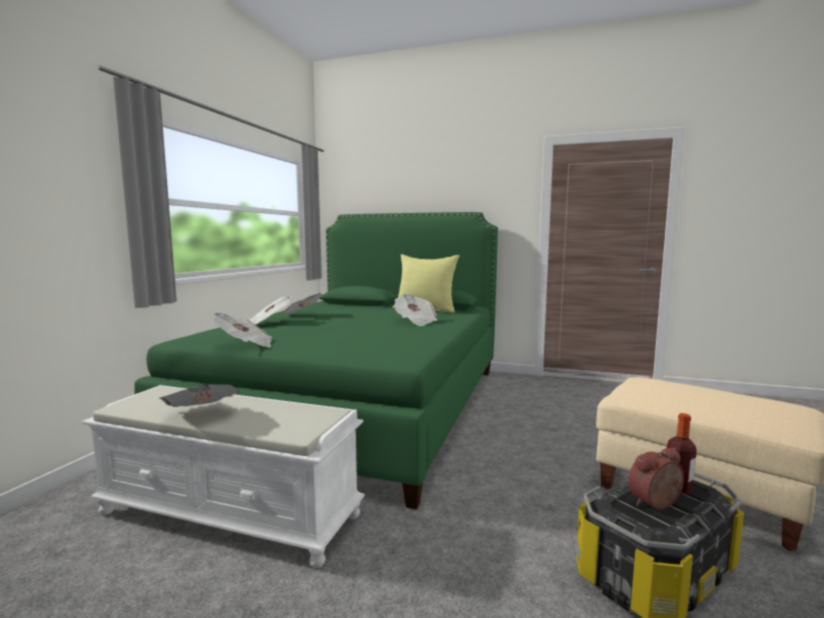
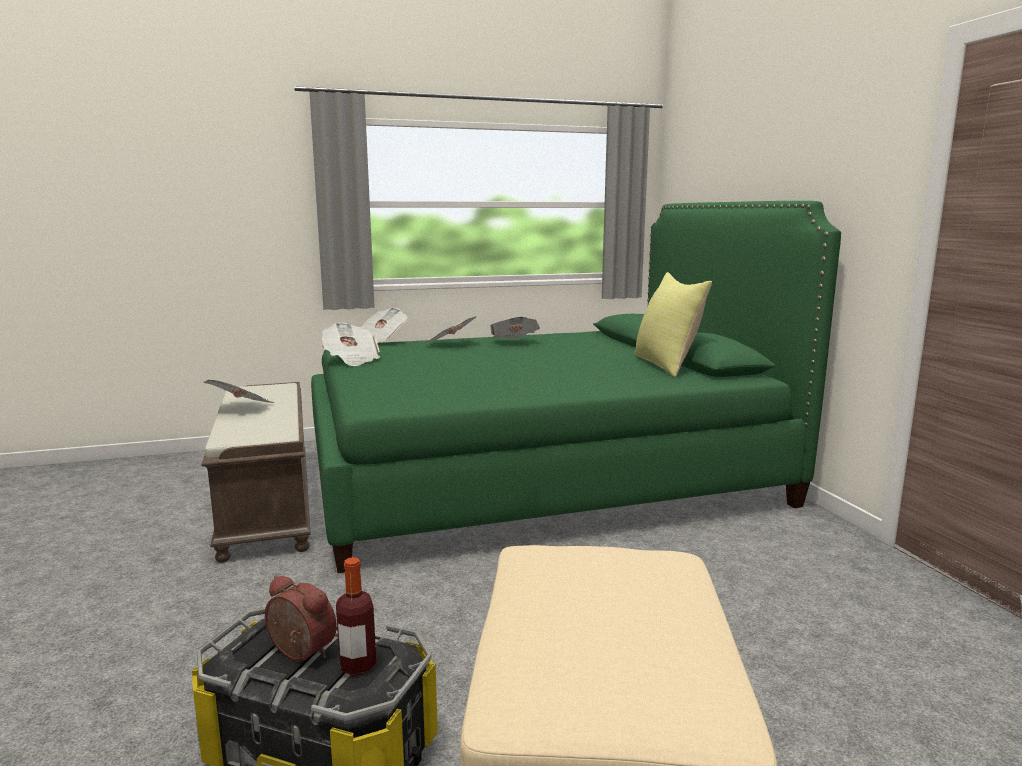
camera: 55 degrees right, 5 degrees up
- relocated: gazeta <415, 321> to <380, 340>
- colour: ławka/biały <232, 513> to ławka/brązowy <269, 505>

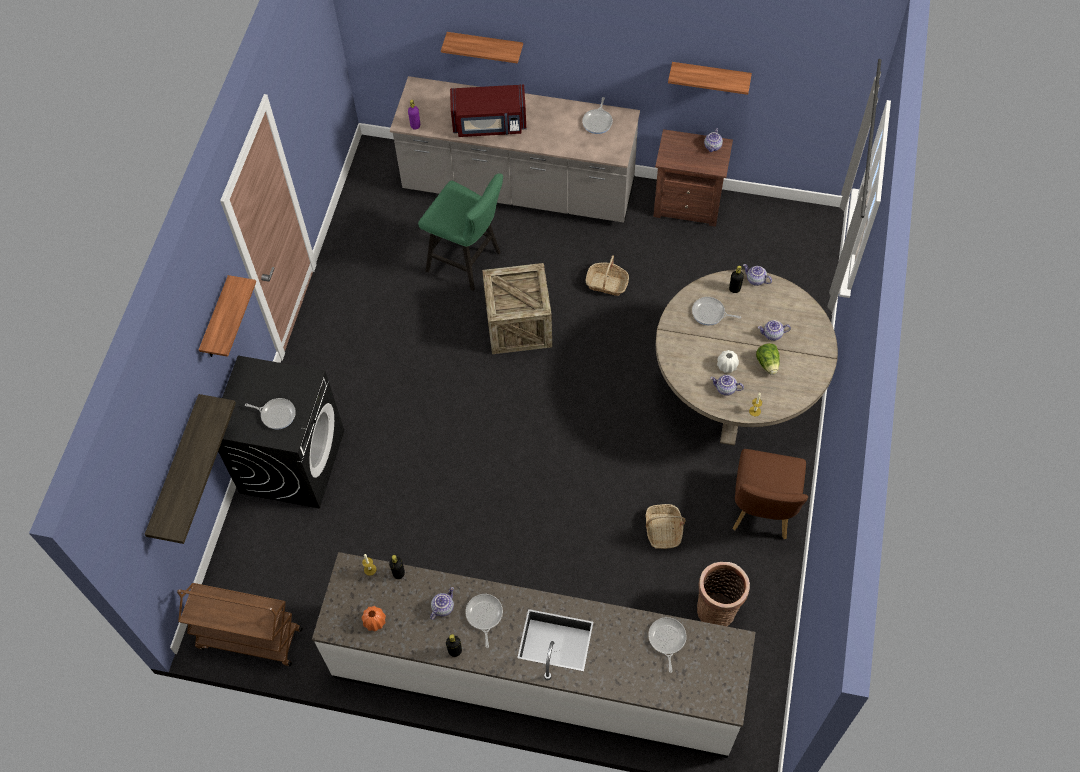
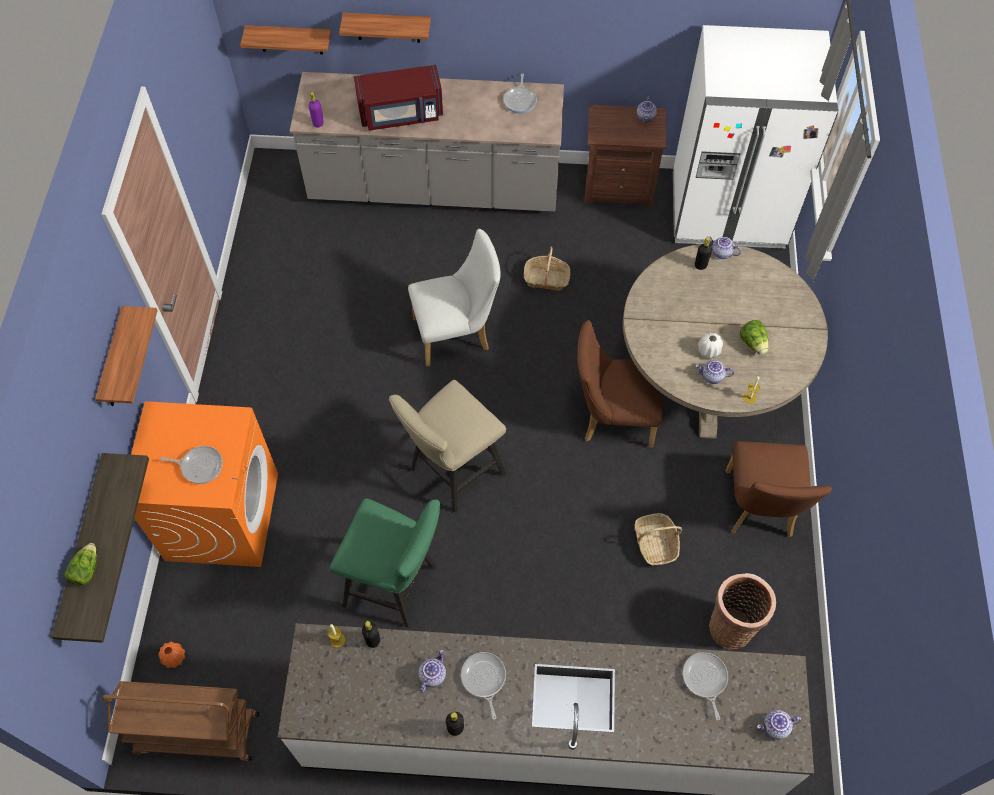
camera: 10 degrees left, 0 degrees up
- relocated: półka <710, 77> to <290, 39>
- relocated: stołek/zielony <468, 263> to <397, 587>
- exchanged: skrzynka <518, 325> to krzesło/biały <457, 334>
- missing: patelnia <710, 313>
- relocated: imbryk <772, 335> to <775, 728>
- colour: pralka/czarny <292, 461> to pralka/pomarańczowy <222, 515>
- relocated: wazon/pomarańczowy <374, 621> to <174, 657>
- appeared: lodówka/biały <728, 211>
- appeared: krzesło/brązowy <612, 417>
- appeared: stołek/beżowy <452, 474>
- appeared: sałata <86, 569>

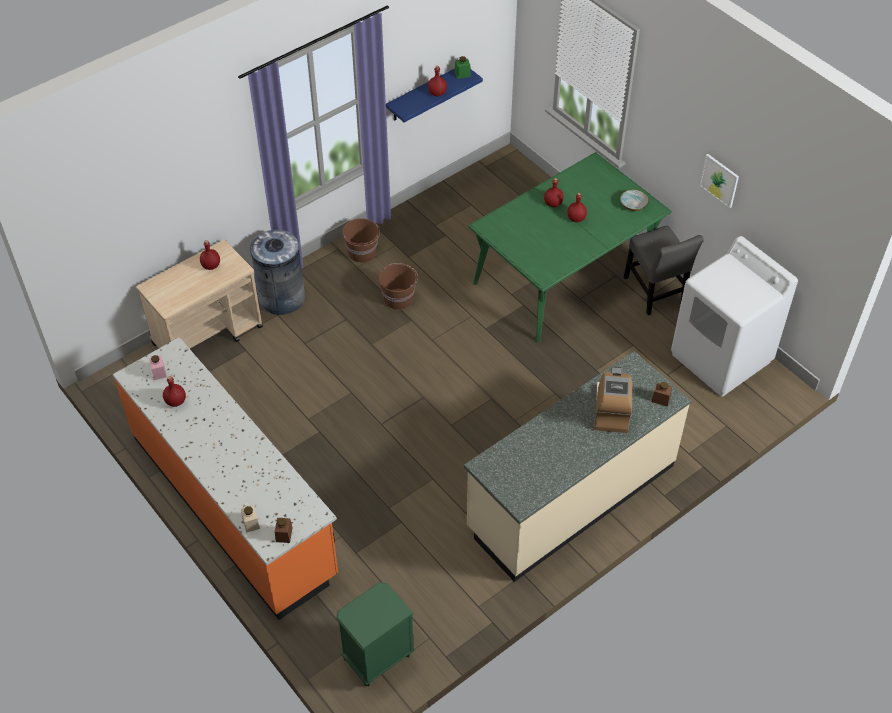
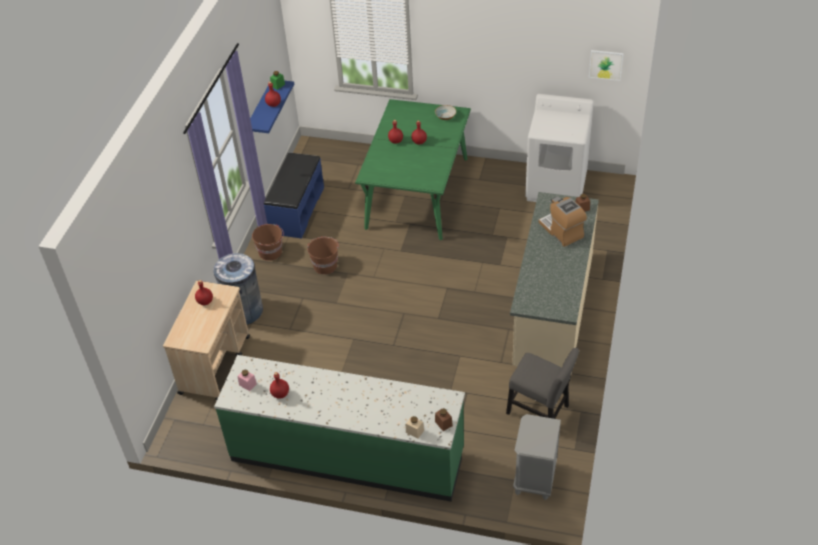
camera: 35 degrees left, 5 degrees down
- relocated: obraz <719, 180> to <606, 65>
- relocated: krzesło/szary <655, 293> to <540, 411>
- colour: zabudowa kuchenna/pomarańczowy <234, 505> to zabudowa kuchenna/zielony <347, 455>
- colour: szafka nocna/zielony <377, 657> to szafka nocna/szary <535, 479>
- appeared: ławka/niebieski <296, 210>

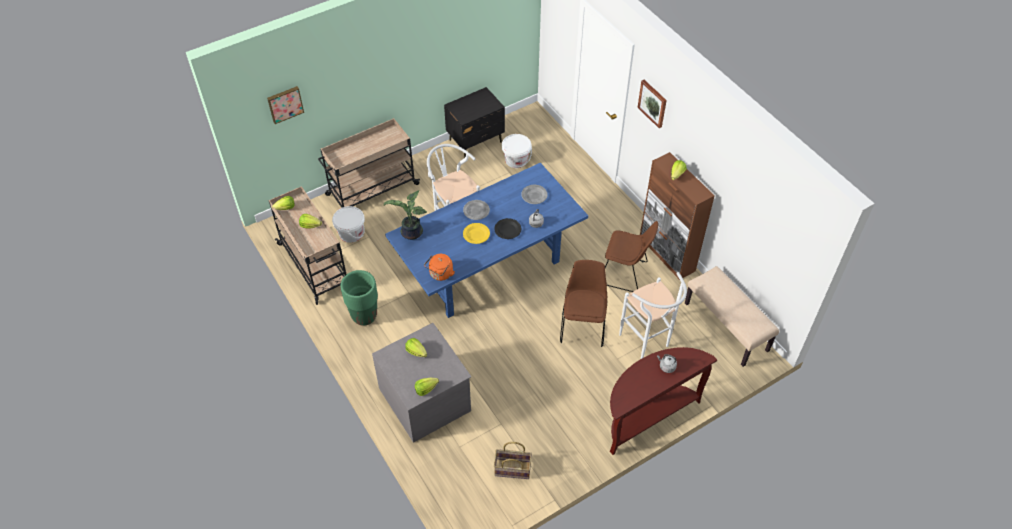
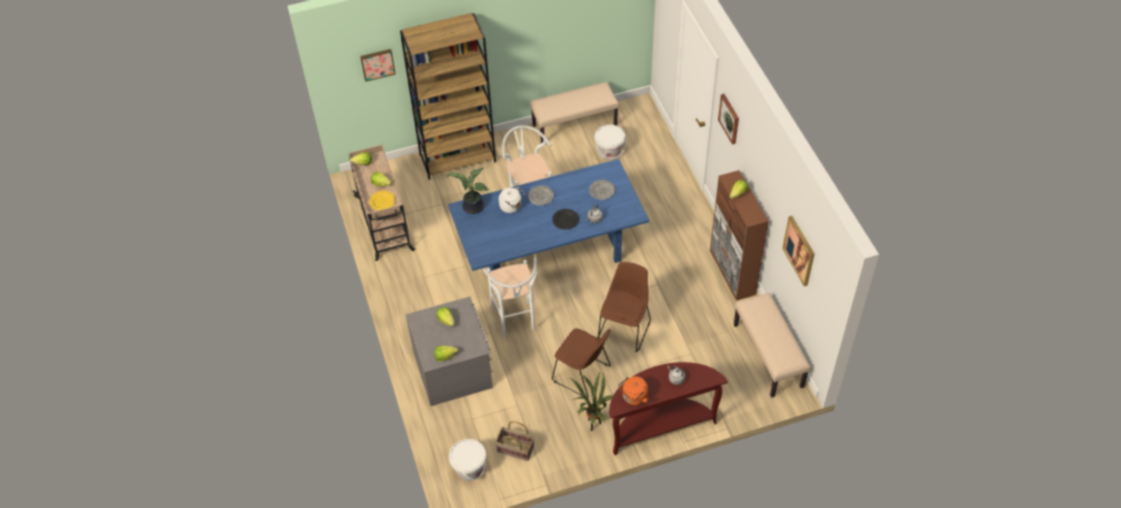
camera: 15 degrees right, 0 degrees up
- exchanged: szafka nocna/czarny <476, 141> to ławka/beżowy <574, 125>
- exchanged: wózek/beżowy <371, 190> to regał/brązowy <458, 158>
- relocated: wiadro/biały <351, 233> to <469, 468>
- relocated: krzesło/brązowy <625, 273> to <583, 374>
- relocated: talerz/żółty <476, 234> to <382, 202>
- relocated: czajnik/pomarańczowy <440, 274> to <633, 397>
- missing: donica/zielony <364, 316>
- relocated: stołek/biały <647, 343> to <515, 323>
- appeared: czajnik/biały <512, 207>
- appeared: obraz <799, 250>
- appeared: roślina doniczkowa <592, 425>

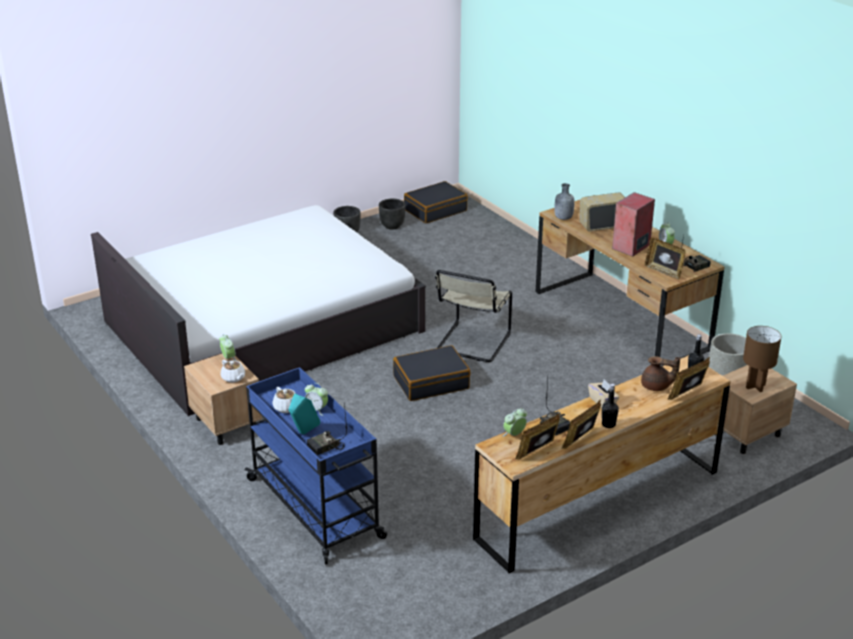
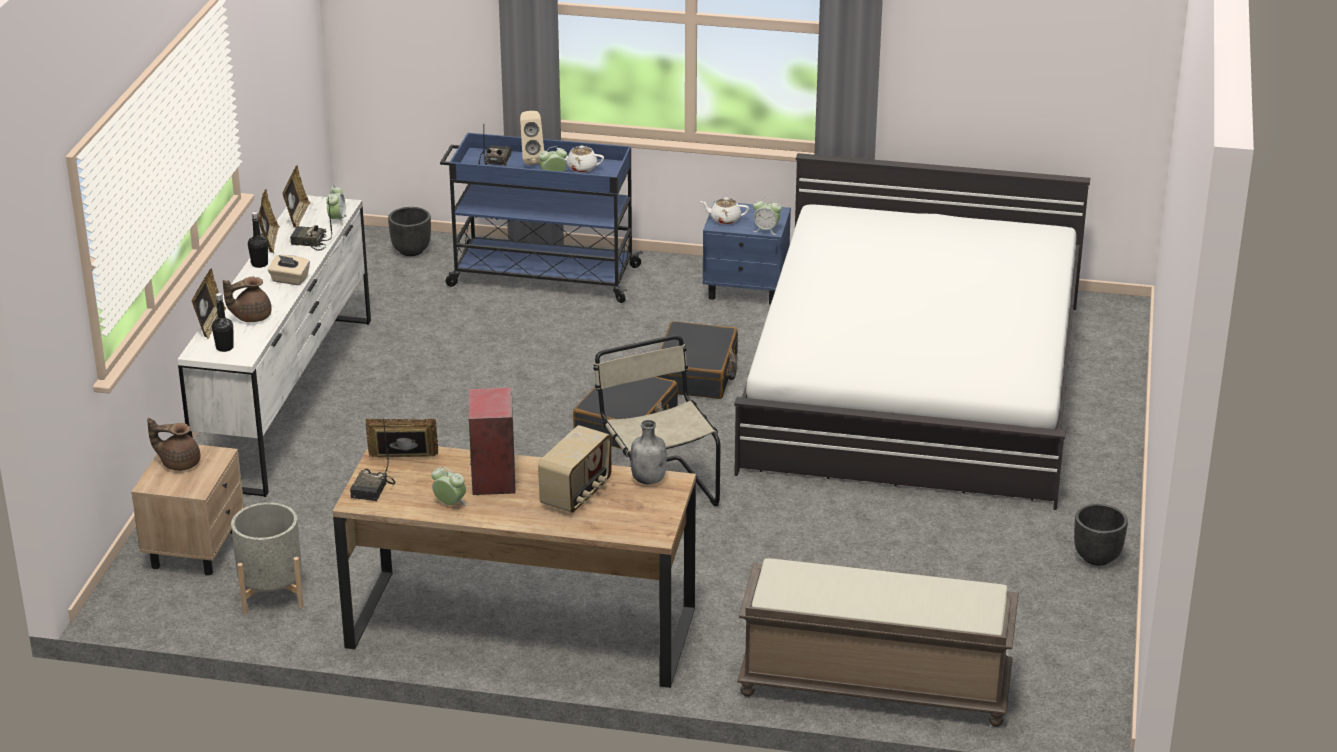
camera: 135 degrees right, 0 degrees up
- relocated: walizka/czarny <435, 210> to <696, 374>
- relocated: donica/czarny <391, 226> to <411, 250>
- exchanged: lampa stołowa/brązowy <755, 386> to imbryk/brązowy <179, 463>
- colour: szafka nocna/beżowy <226, 424> to szafka nocna/niebieski <747, 290>
- colour: komoda/brązowy <598, 504> to komoda/biały <287, 400>
- colour: głośnik/turkusowy <303, 433> to głośnik/beżowy <531, 160>
- appeared: ławka/brązowy <873, 686>

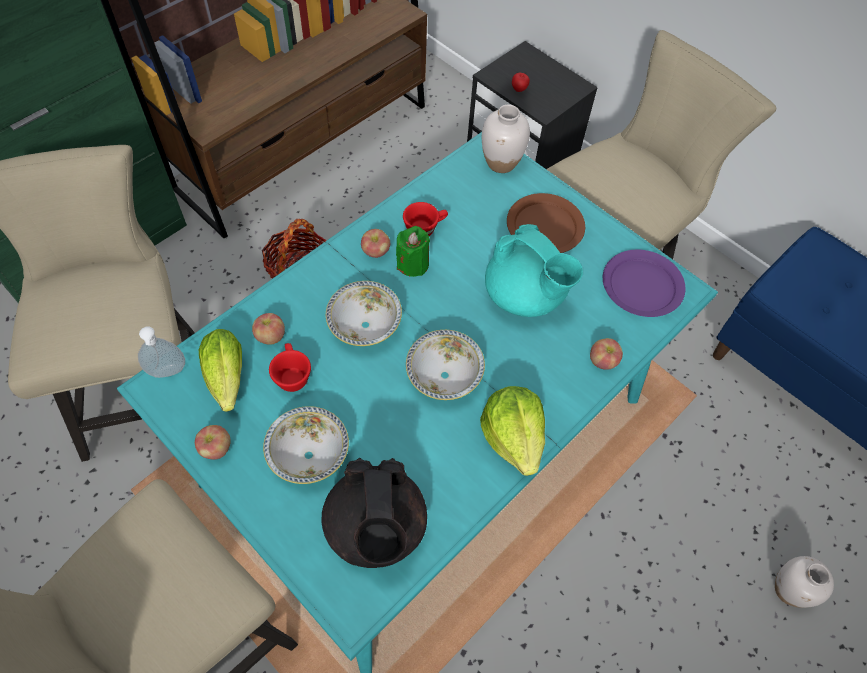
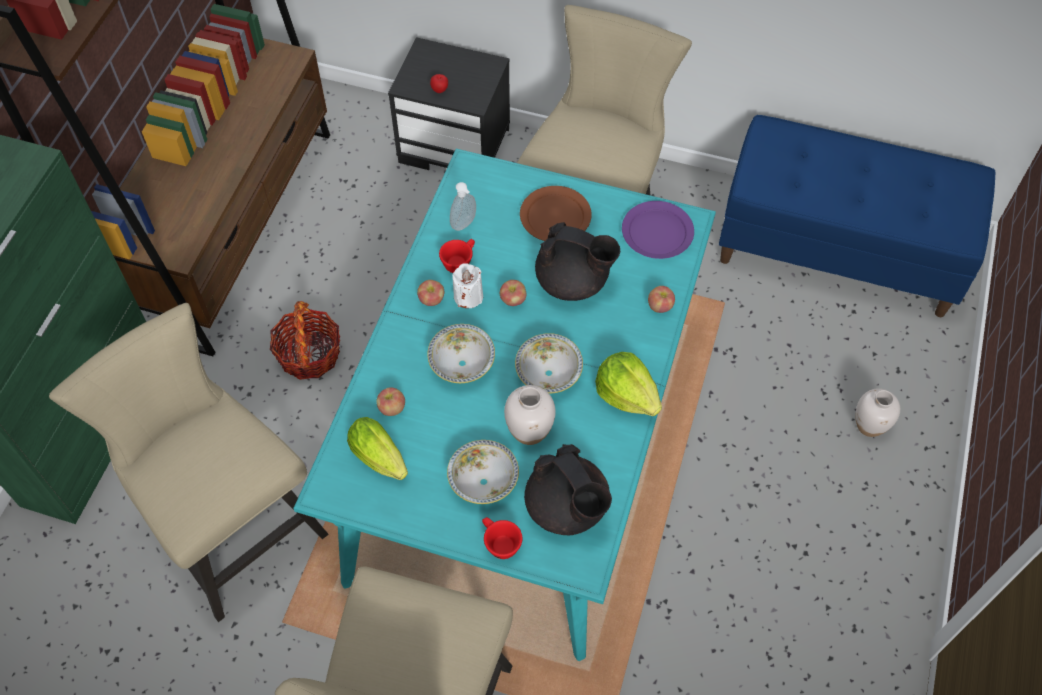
camera: 25 degrees left, 0 degrees up
- relocated: wazon/biały <501, 163> to <530, 431>
- colour: imbryk/turkusowy <525, 296> to imbryk/czarny <573, 282>
- colour: świeca/zielony <413, 264> to świeca/biały <468, 296>
- relocated: dozownik mydła <168, 373> to <465, 225>
- relocated: filiżanka/czerwony <291, 375> to <499, 543>
- relocated: jabłko <216, 449> to <513, 300>

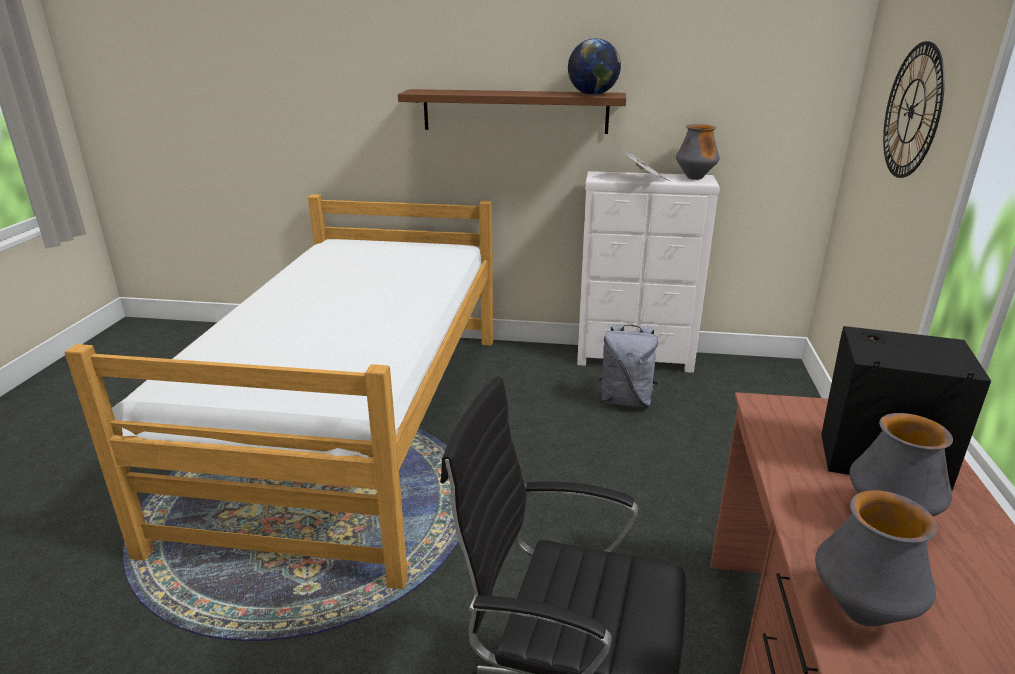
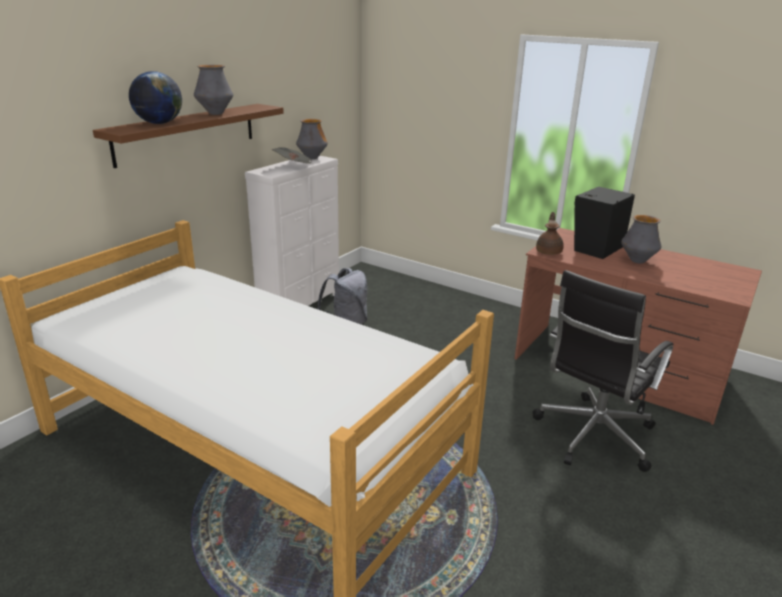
camera: 65 degrees left, 0 degrees up
- relocated: globus <592, 94> to <159, 123>
- missing: zegar ścienny <912, 111>
- relocated: wazon <861, 611> to <215, 113>
- appeared: imbryk/brązowy <549, 251>

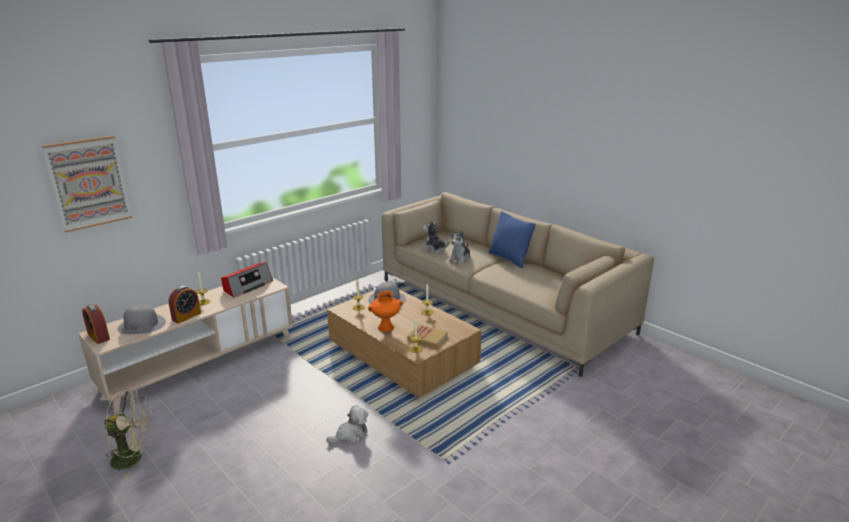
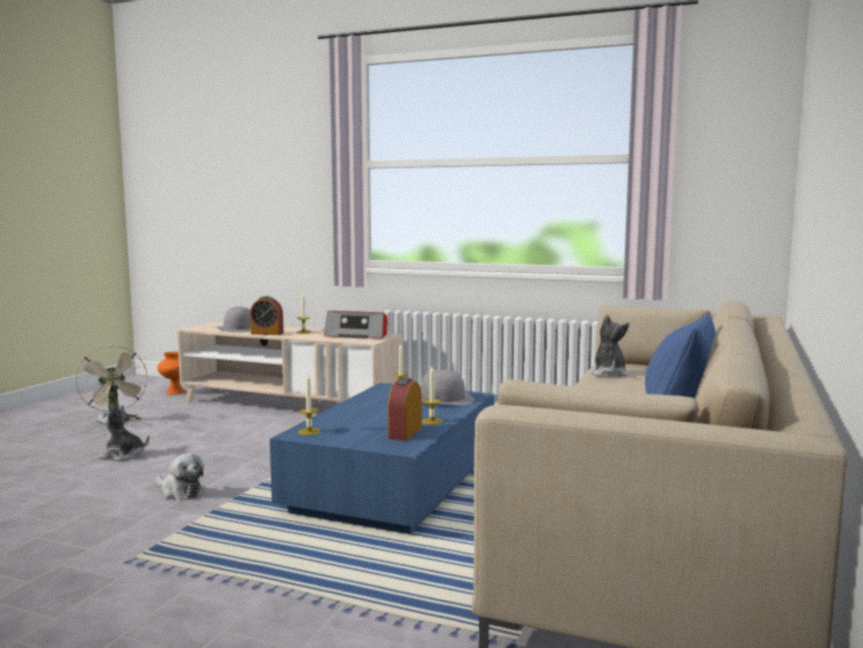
camera: 65 degrees right, 15 degrees down
- missing: obraz <89, 183>
- relocated: pluszak <460, 259> to <122, 455>
- colour: ława/brązowy <402, 356> to ława/niebieski <394, 483>
- relocated: wazon/pomarańczowy <385, 328> to <174, 392>
- relocated: budzik <98, 336> to <405, 433>
- missing: książka <427, 337>

